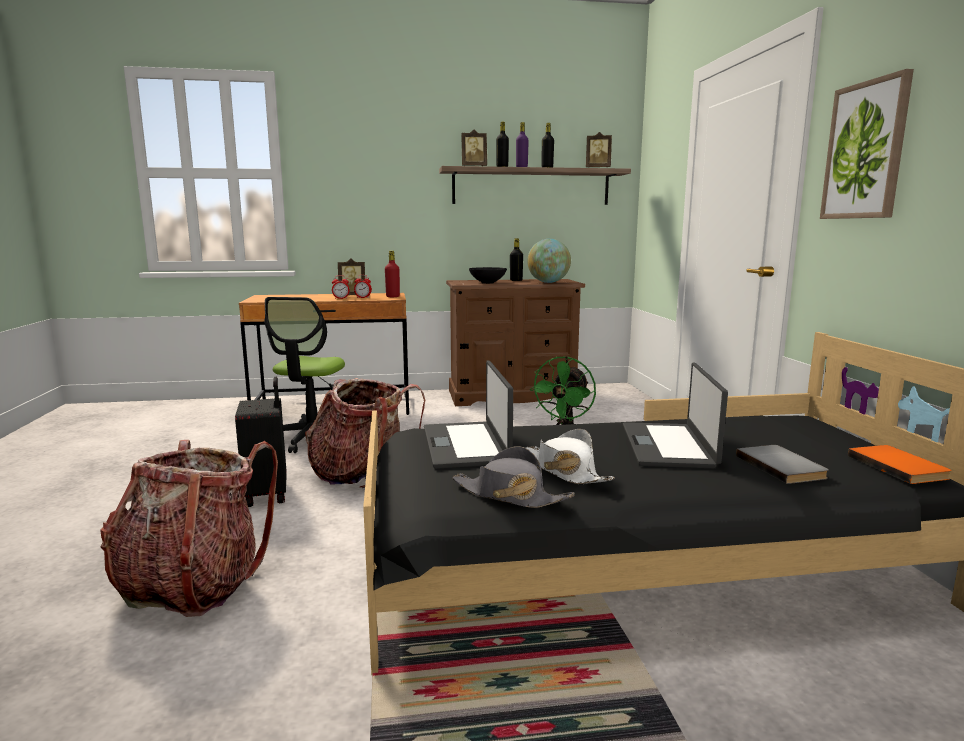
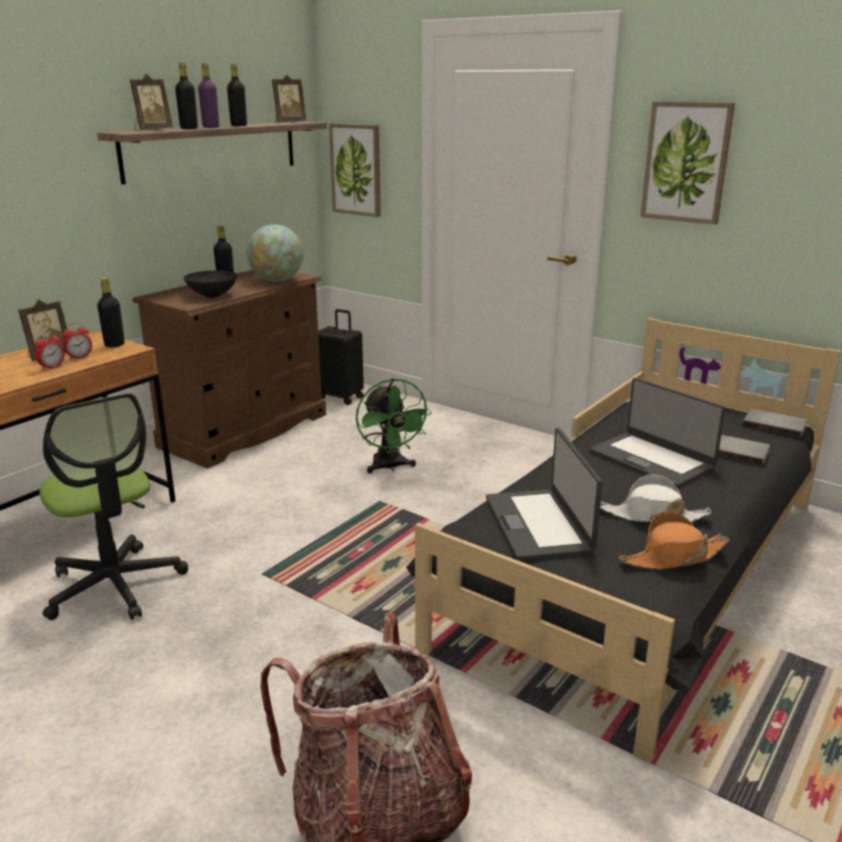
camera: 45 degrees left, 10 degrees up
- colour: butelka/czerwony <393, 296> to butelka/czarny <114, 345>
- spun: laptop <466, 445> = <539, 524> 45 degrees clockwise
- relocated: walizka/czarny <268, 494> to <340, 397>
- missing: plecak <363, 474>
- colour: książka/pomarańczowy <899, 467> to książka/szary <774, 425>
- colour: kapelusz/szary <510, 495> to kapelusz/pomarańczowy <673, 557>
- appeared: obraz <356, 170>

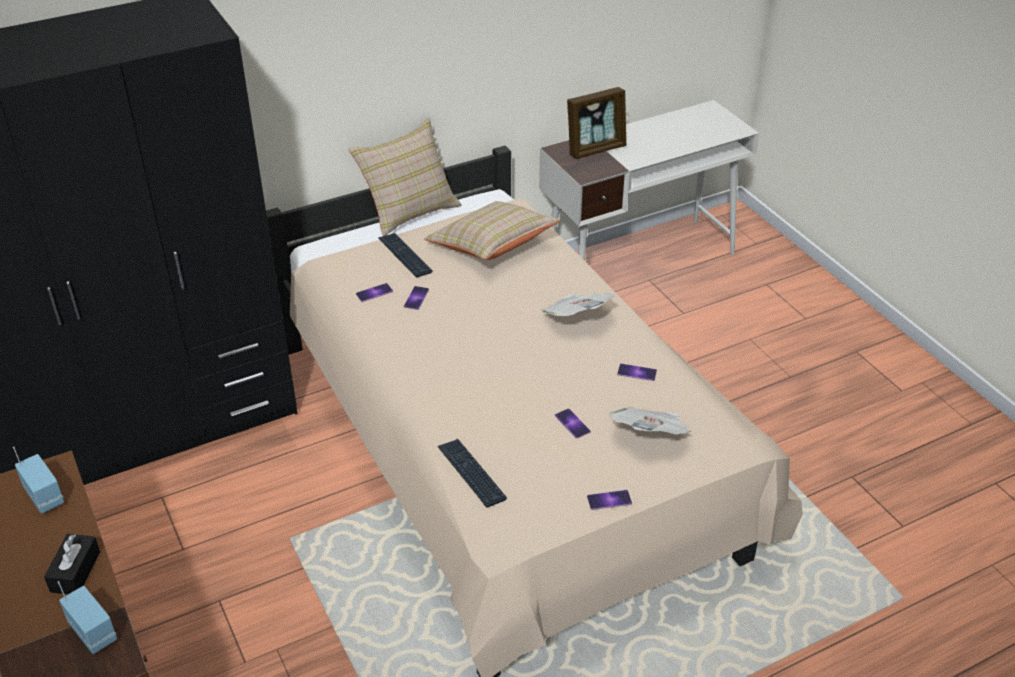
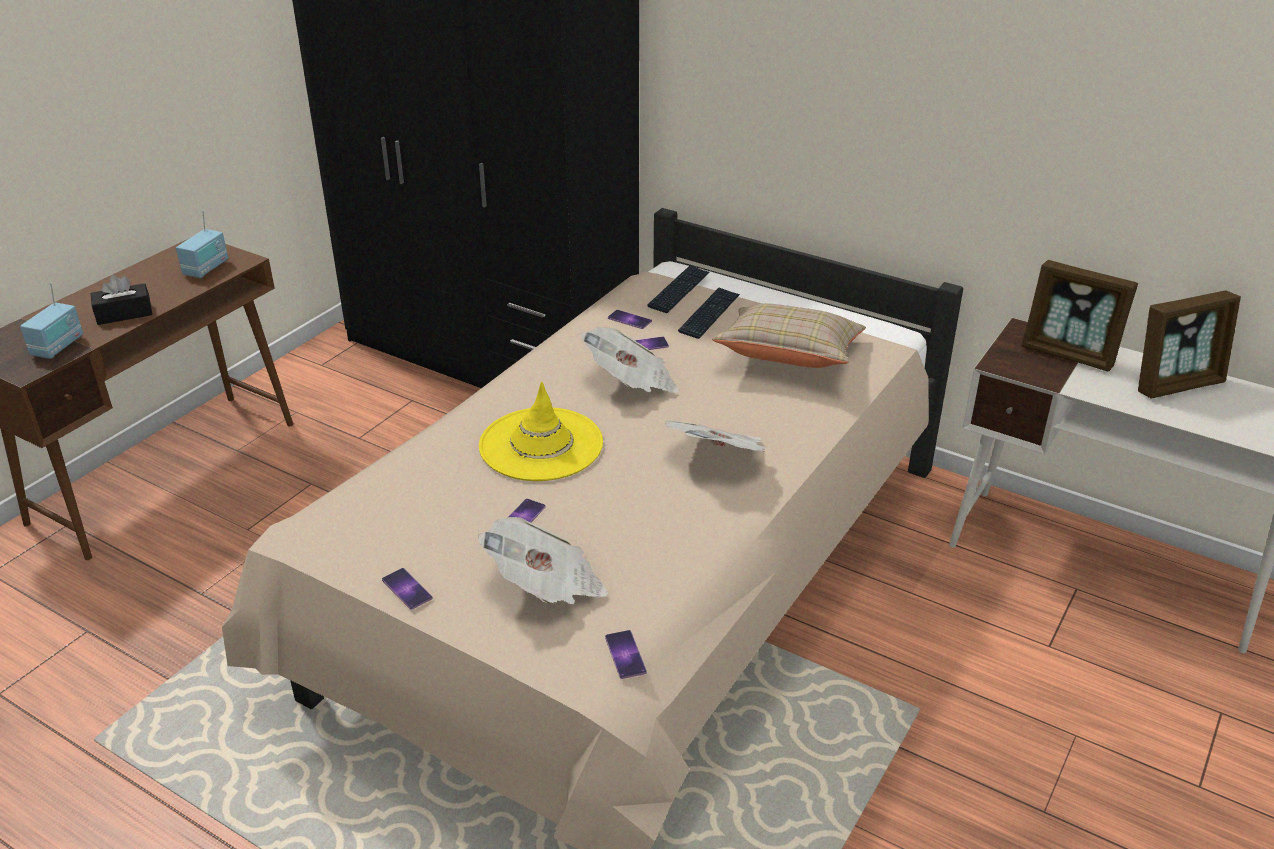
camera: 60 degrees right, 5 degrees down
- missing: poduszka/beżowy <409, 210>
- relocated: telefon <637, 372> to <625, 654>
- relocated: klawiatura <471, 473> to <679, 290>
- appeared: ramka na zdjęcie <1176, 384>
- appeared: gazeta <631, 383>
- appeared: kapelusz/żółty <541, 445>

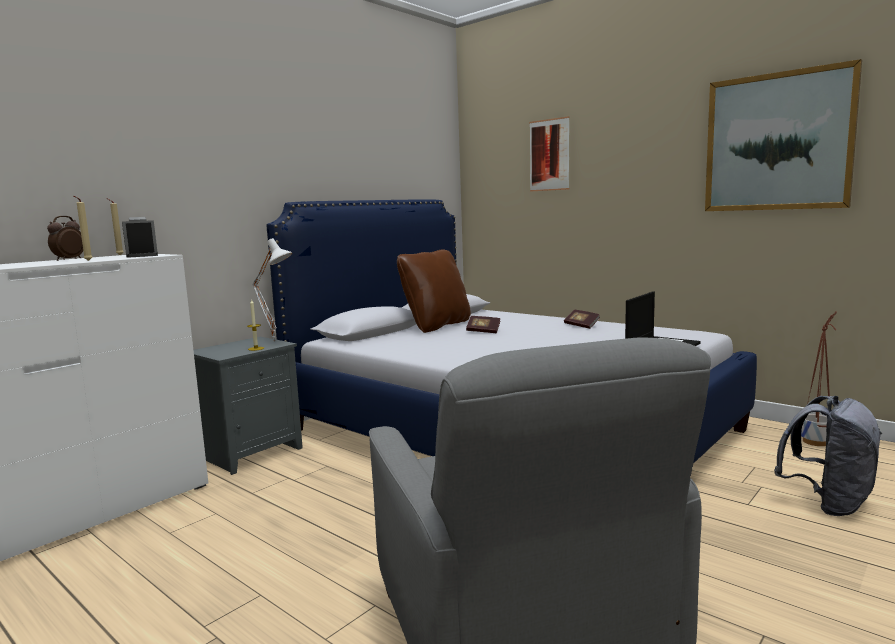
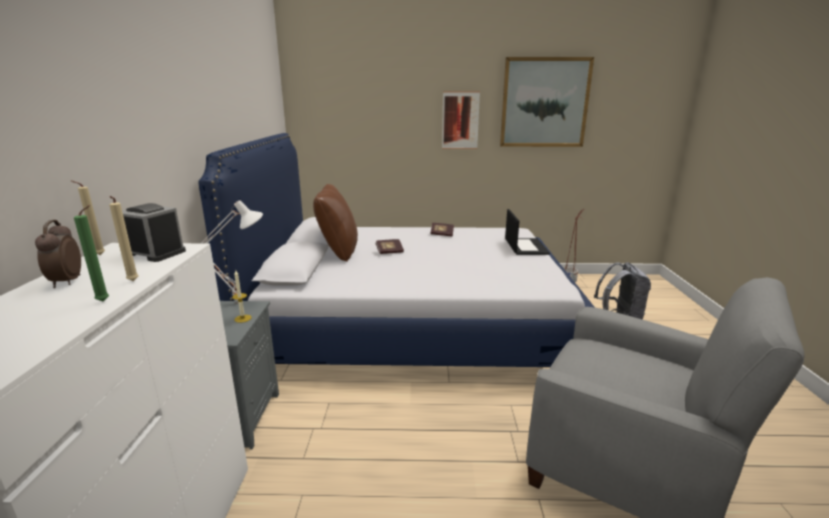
camera: 40 degrees left, 10 degrees up
- relocated: obraz <549, 155> to <460, 120>
- appeared: świeca/zielony <105, 301>

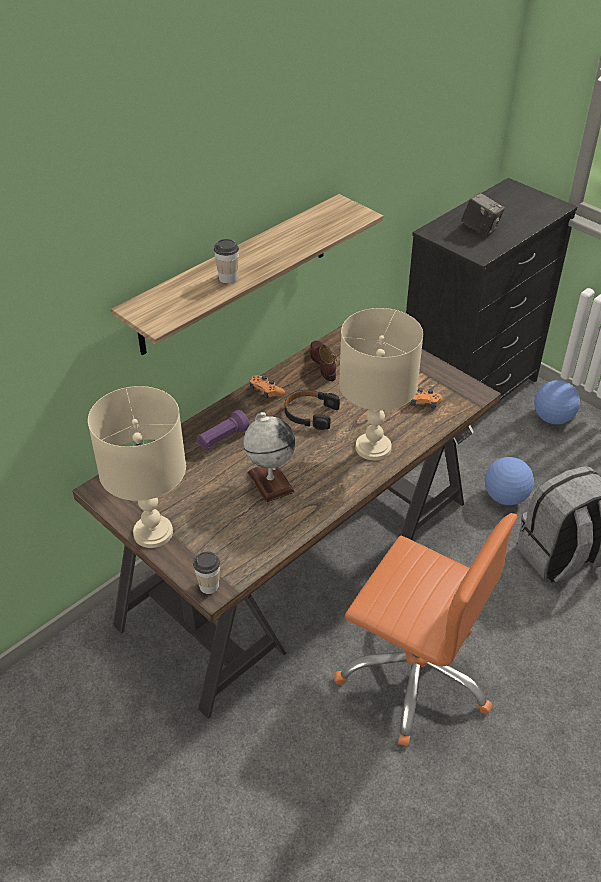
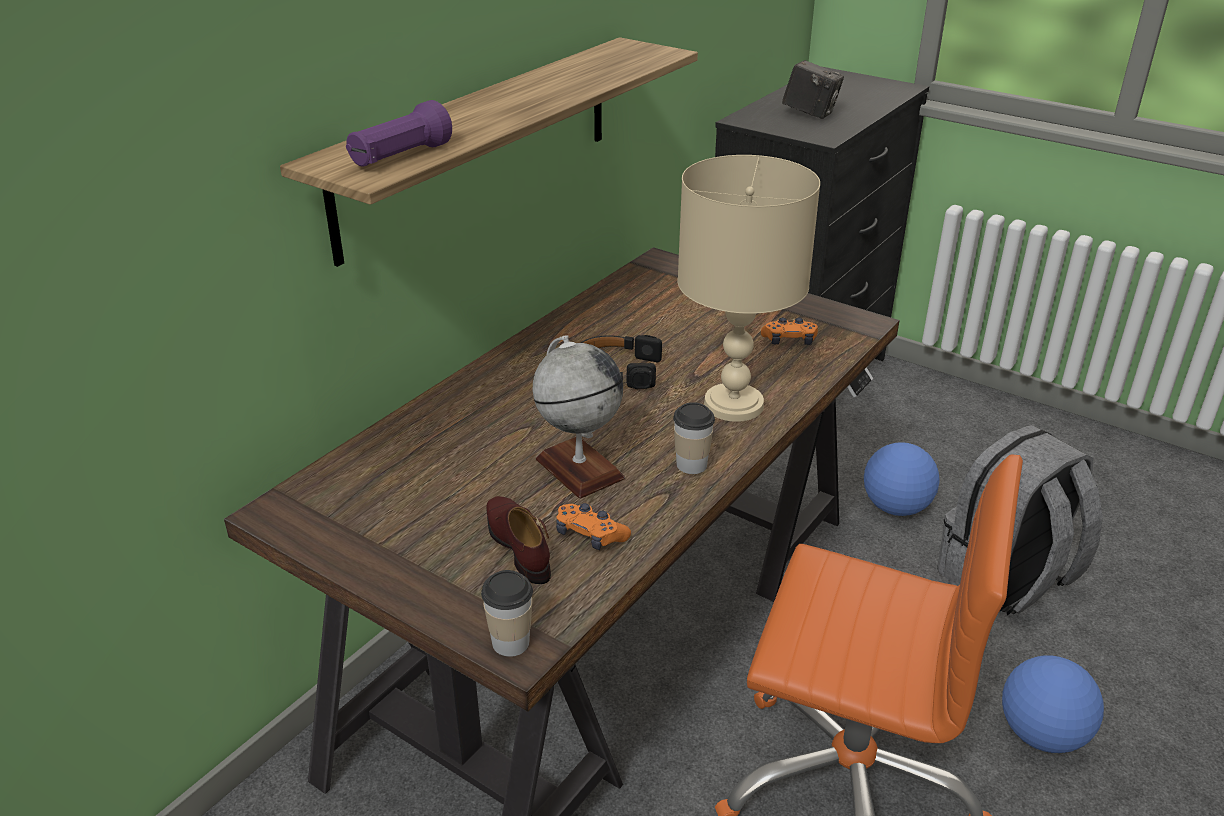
camera: 10 degrees left, 10 degrees down
- relocated: filiżanka <228, 278> to <691, 464>
- relocated: but/brązowy <323, 363> to <518, 545>
- relocated: pad do gier/pomarańczowy <266, 391> to <590, 535>
- relocated: piłka futbolowa <553, 418> to <1042, 734>
- missing: lampa stołowa/beżowy <152, 532>
- relocated: latarka/fioletowy <222, 439> to <400, 157>

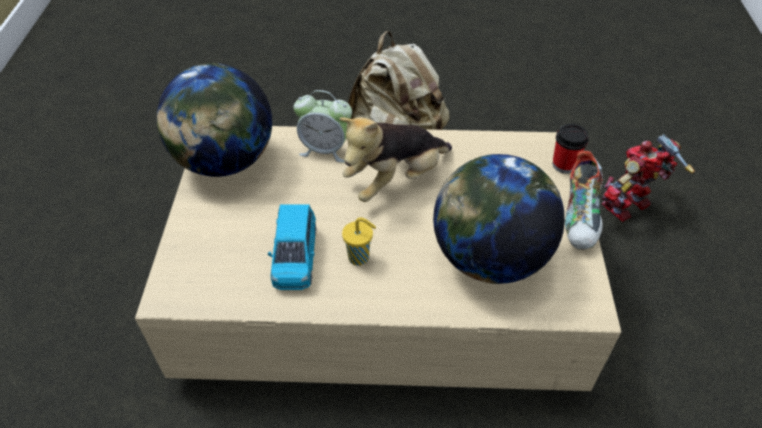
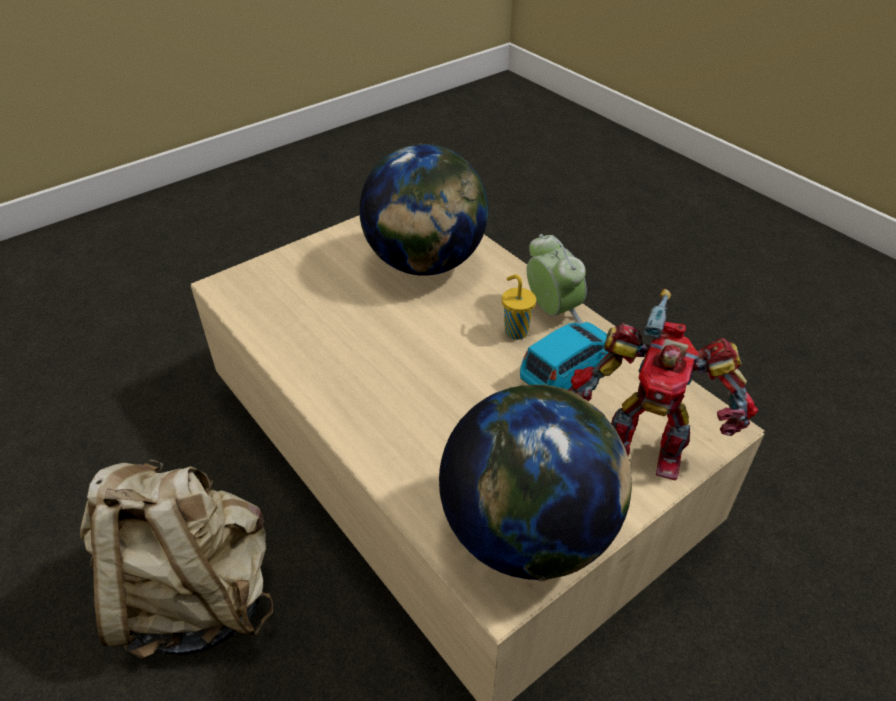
camera: 130 degrees left, 5 degrees down
- relocated: budzik <325, 150> to <552, 311>
- missing: pluszak <395, 180>
- missing: filiżanka <564, 165>
- relocated: robot zabawkowy <628, 207> to <644, 446>
- missing: but <582, 217>

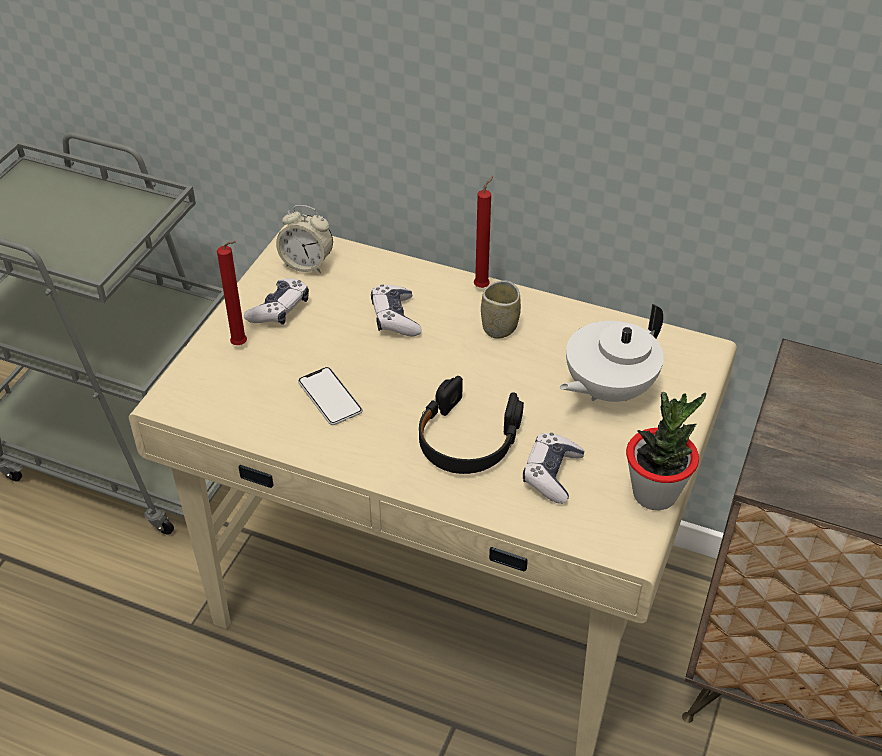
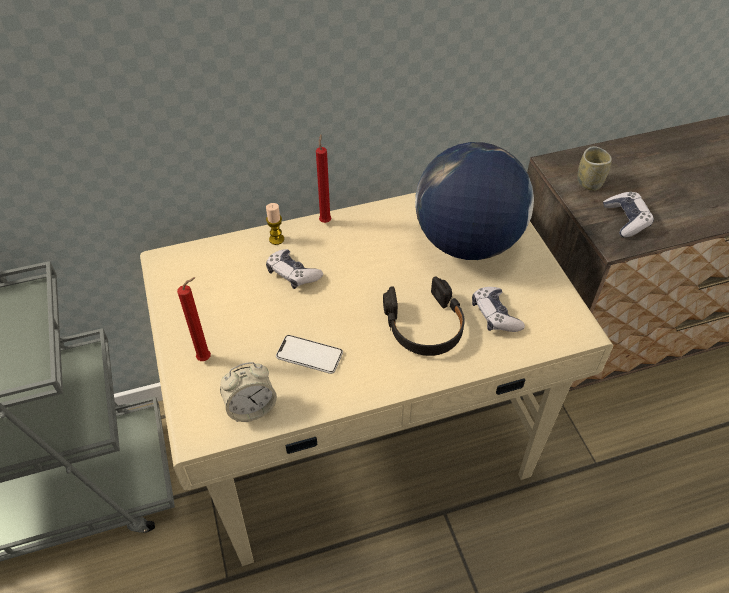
camera: 40 degrees left, 5 degrees up
- relocated: budzik <307, 264> to <251, 408>
- relocated: pad do gier <279, 310> to <626, 220>
- relocated: filiżanka <499, 327> to <589, 182>
- exchanged: imbryk/biały <607, 389> to globus <467, 243>
- missing: roślina doniczkowa <655, 493>
- appeared: świeca <276, 239>

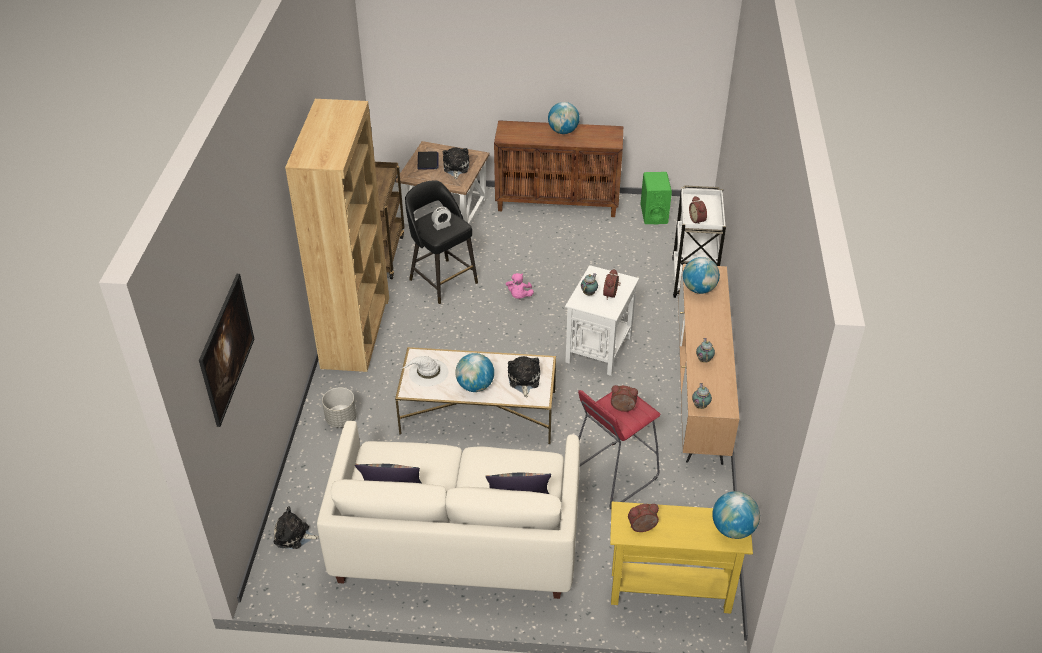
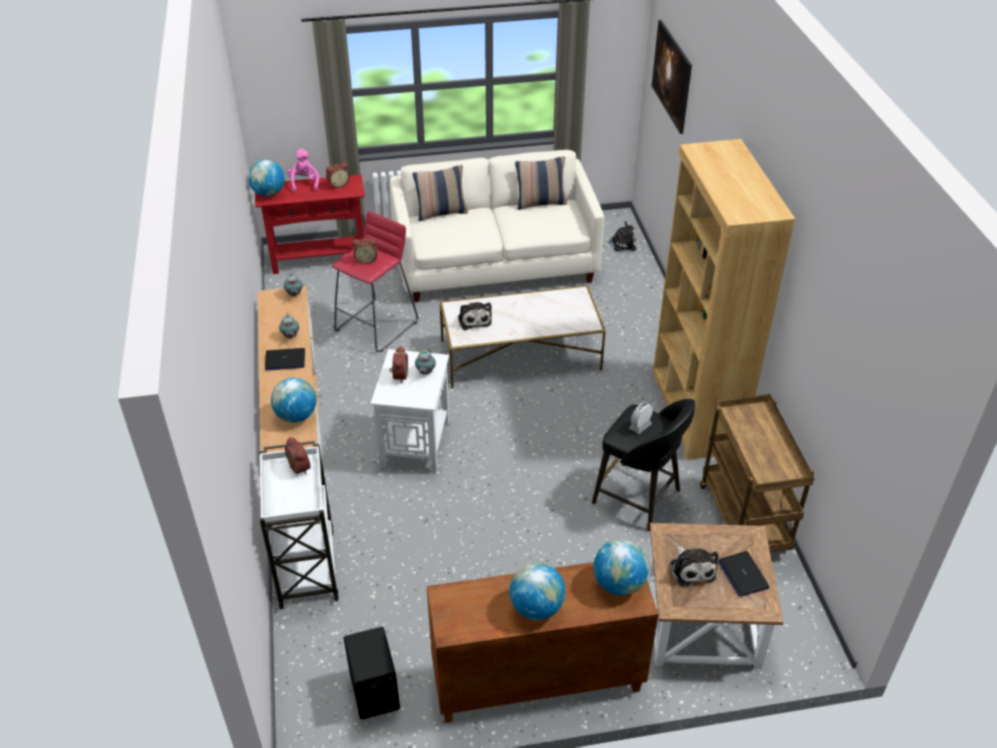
camera: 165 degrees right, 0 degrees up
- colour: głośnik/zielony <654, 214> to głośnik/czarny <374, 692>
- relocated: pluszak/różowy <519, 296> to <304, 183>
- relocated: globus <475, 386> to <618, 583>
- missing: kapelusz/biały <428, 373>
- missing: donica/szary <341, 419>
- colour: stolik konsolowy/żółty <670, 591> to stolik konsolowy/czerwony <319, 260>
- appeared: laptop <285, 360>

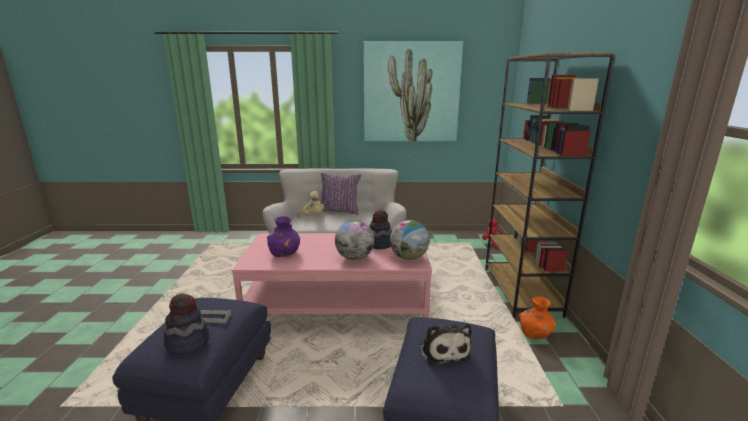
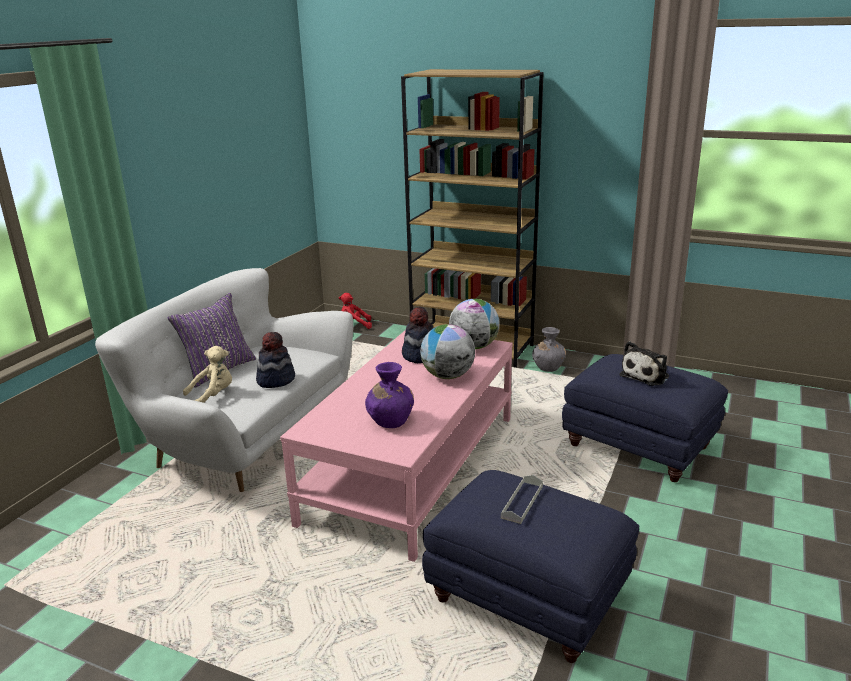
camera: 65 degrees left, 5 degrees up
- missing: obraz <411, 93>
- relocated: kapelusz <187, 342> to <275, 380>
- colour: wazon/pomarańczowy <535, 334> to wazon/szary <548, 367>
- spun: pluszak <443, 350> = <646, 375> 120 degrees clockwise

